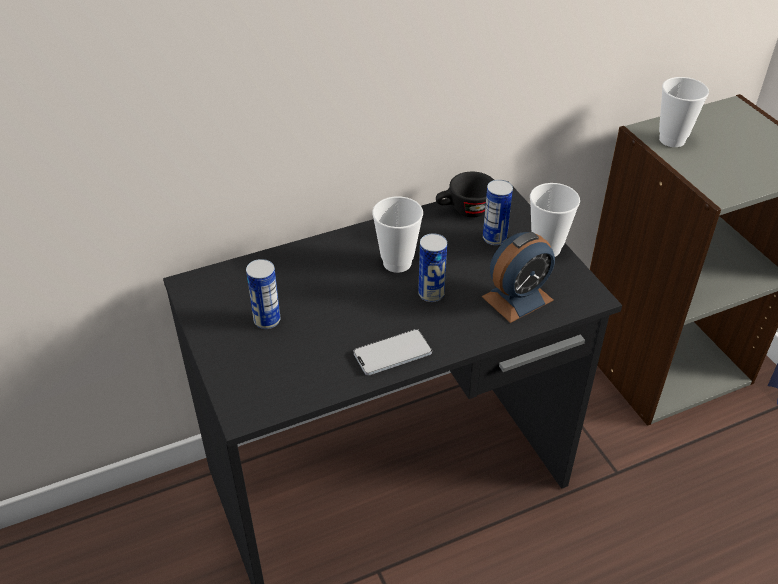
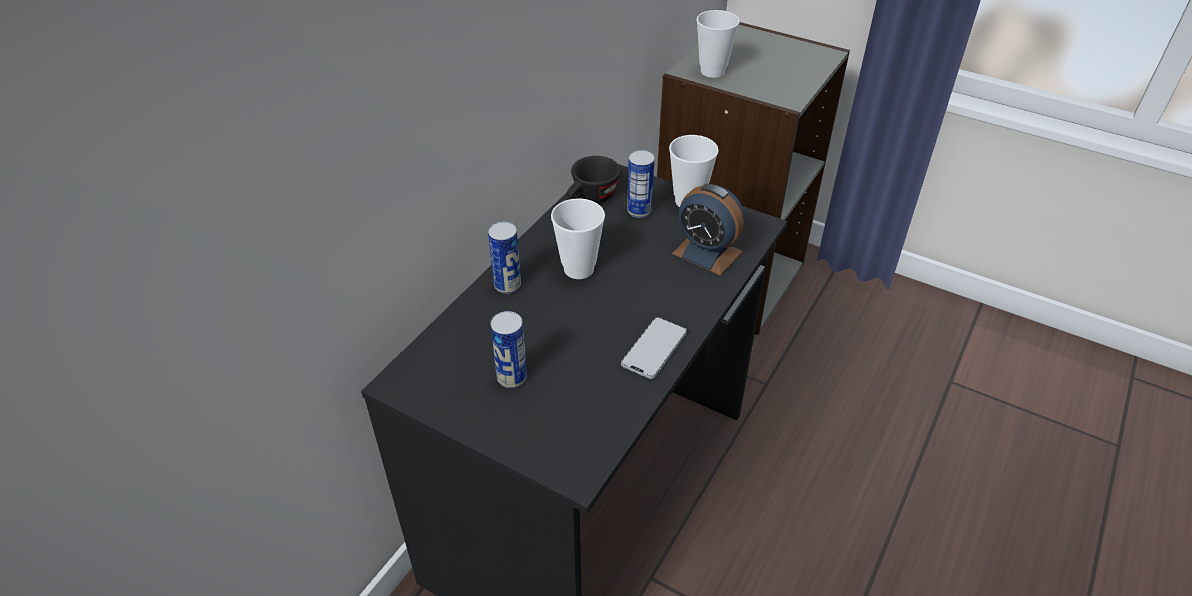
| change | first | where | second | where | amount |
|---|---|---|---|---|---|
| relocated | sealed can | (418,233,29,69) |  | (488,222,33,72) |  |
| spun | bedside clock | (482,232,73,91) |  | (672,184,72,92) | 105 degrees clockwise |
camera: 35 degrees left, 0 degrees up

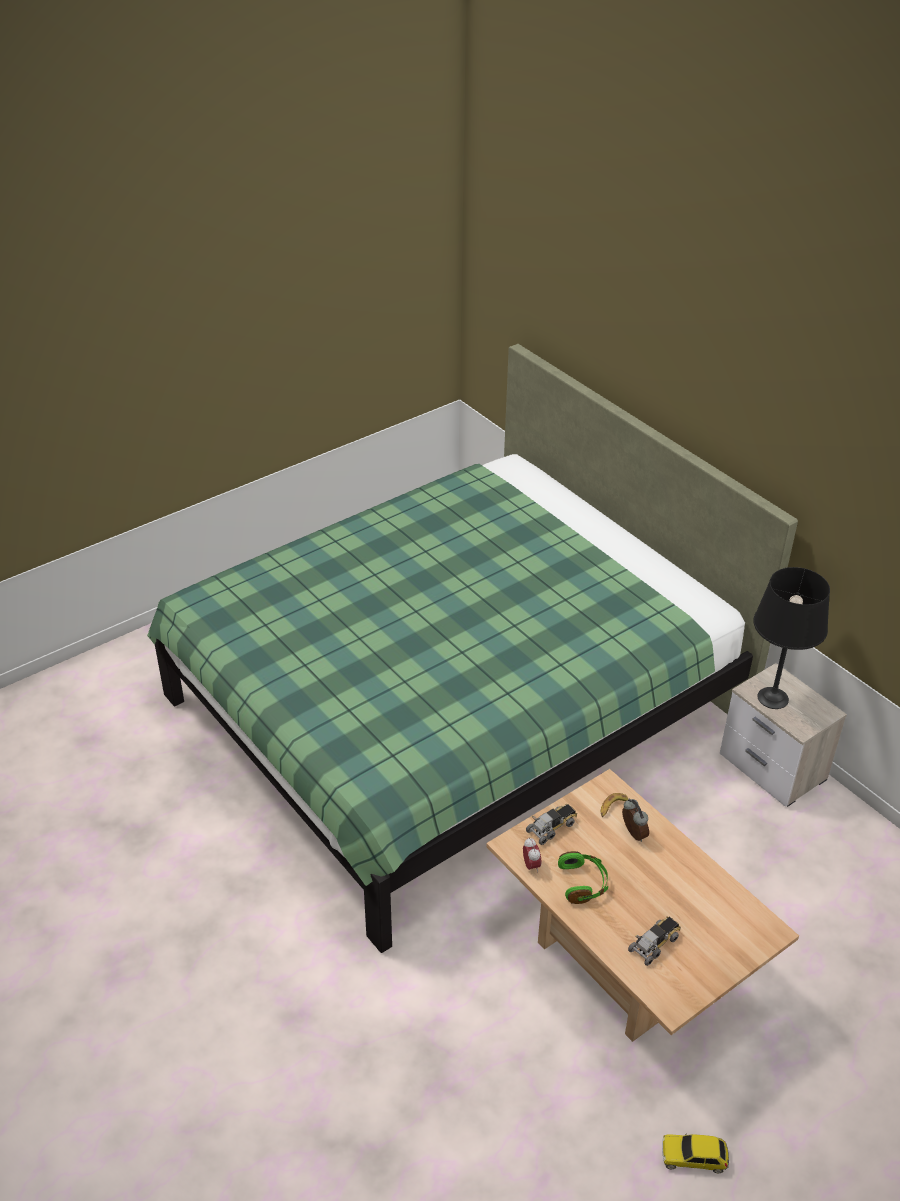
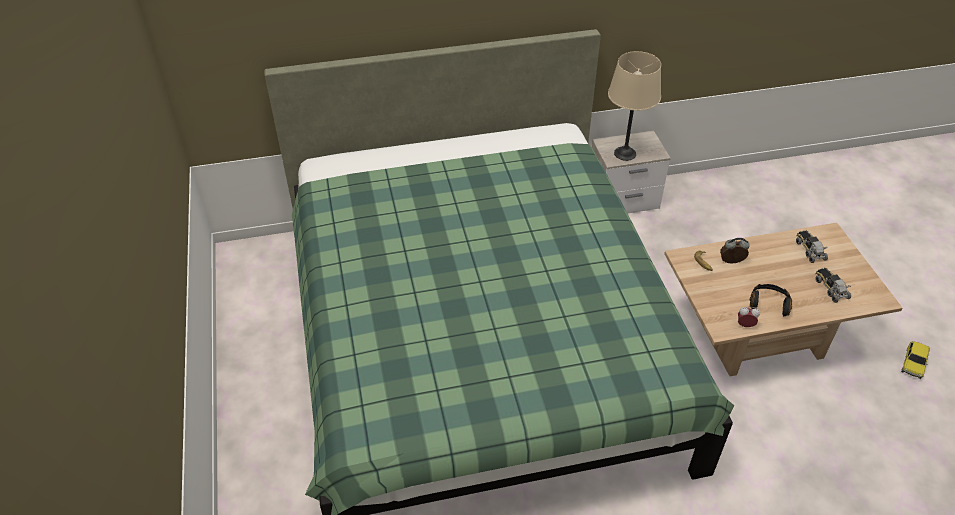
| change | first | where | second | where | amount |
|---|---|---|---|---|---|
| relocated | toy truck | (526,804,51,41) |  | (796,230,32,33) |  |
| colour | greenish pair of headphones | (558,851,50,53) | black pair of headphones | (750,284,42,32) |  |
| colour | black table lamp | (753,567,77,142) | beige-coloured table lamp | (608,51,53,110) |  |
camera: 65 degrees left, 5 degrees up

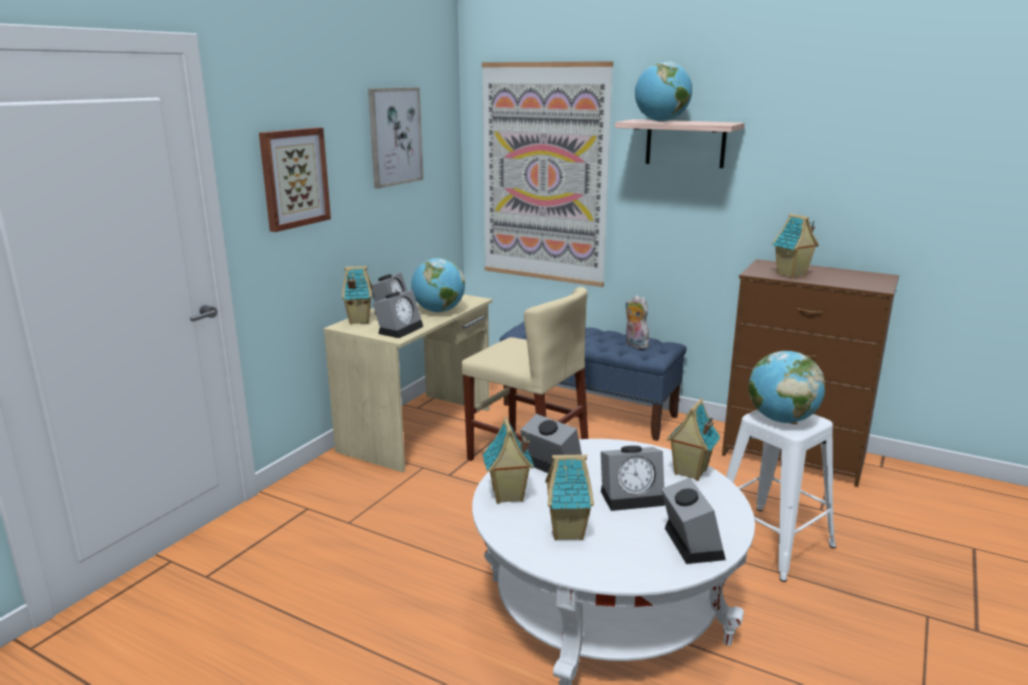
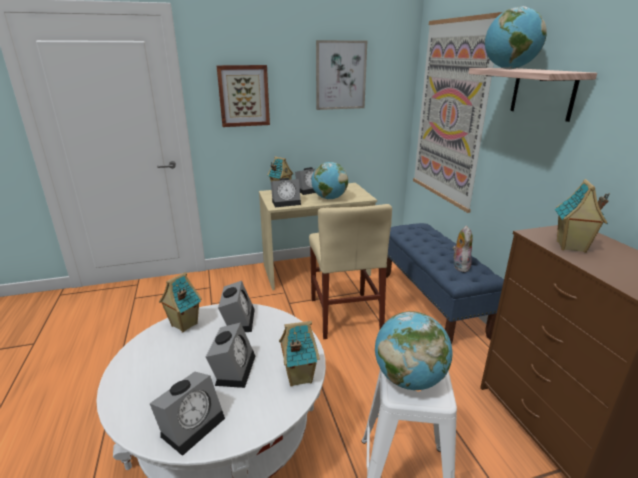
| change | first | where | second | where | amount |
|---|---|---|---|---|---|
| missing | miniature house | (545,452,49,89) |  |  |  |
| spun | bedside clock | (601,446,64,65) |  | (206,323,49,65) | 120 degrees counterclockwise |
camera: 45 degrees right, 5 degrees up

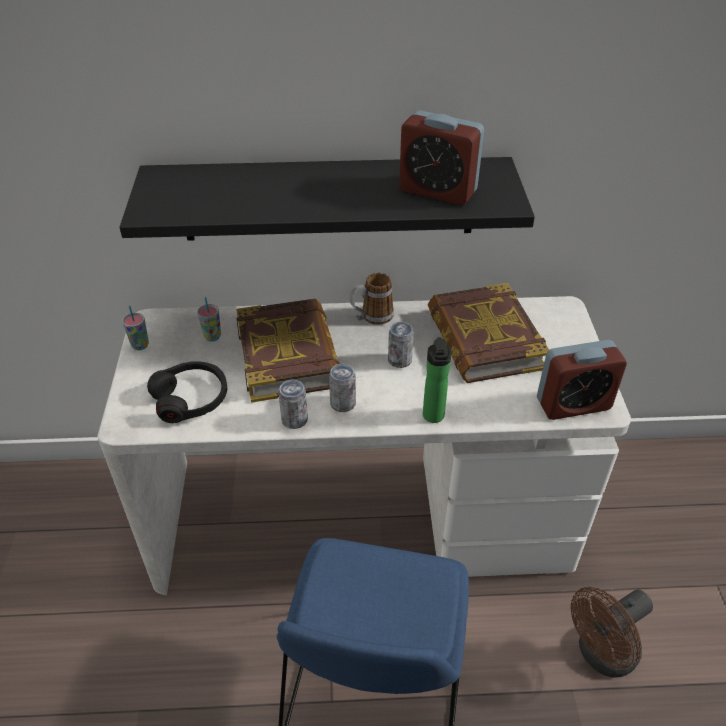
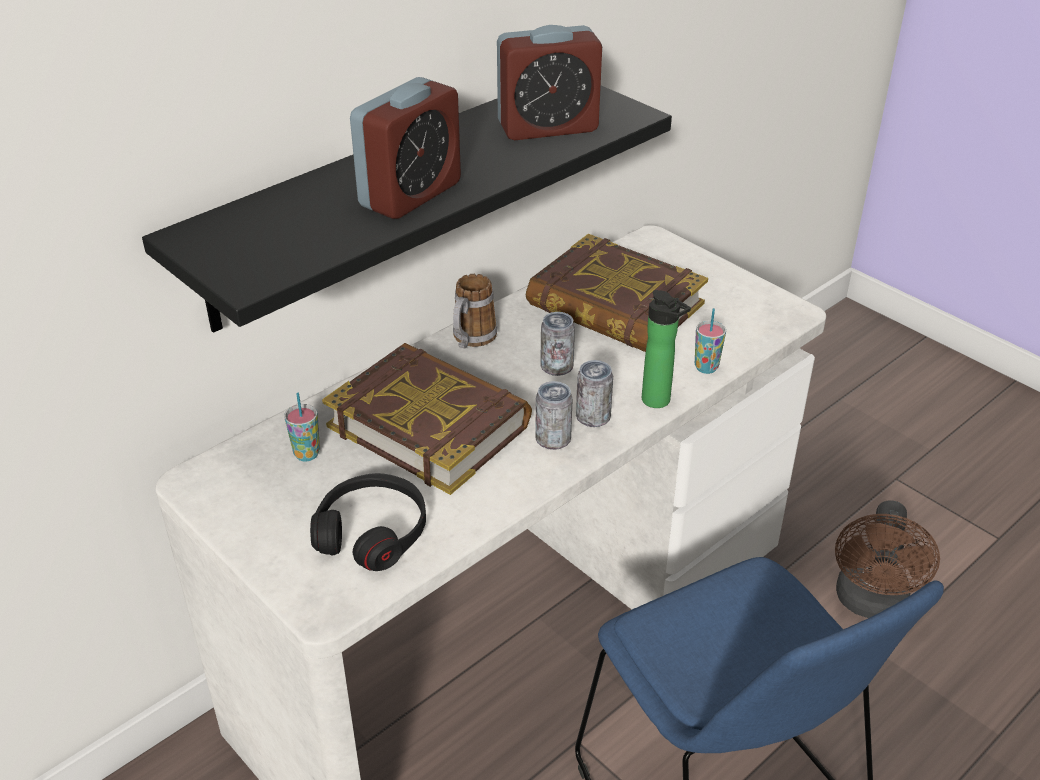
| change | first | where | second | where | amount |
|---|---|---|---|---|---|
| relocated | drinking cup | (122,305,27,45) |  | (695,308,31,66) |  |
| relocated | sealed can | (278,380,30,49) |  | (576,360,37,67) |  |
| relocated | bedside clock | (537,340,90,80) |  | (350,77,111,142) |  |
camera: 40 degrees left, 5 degrees down

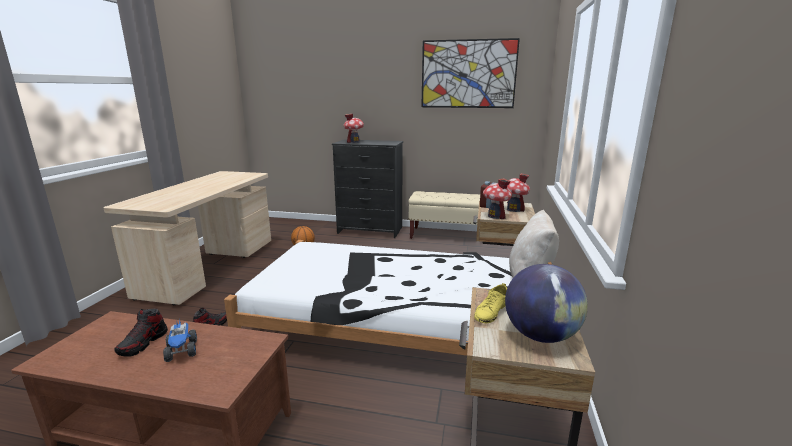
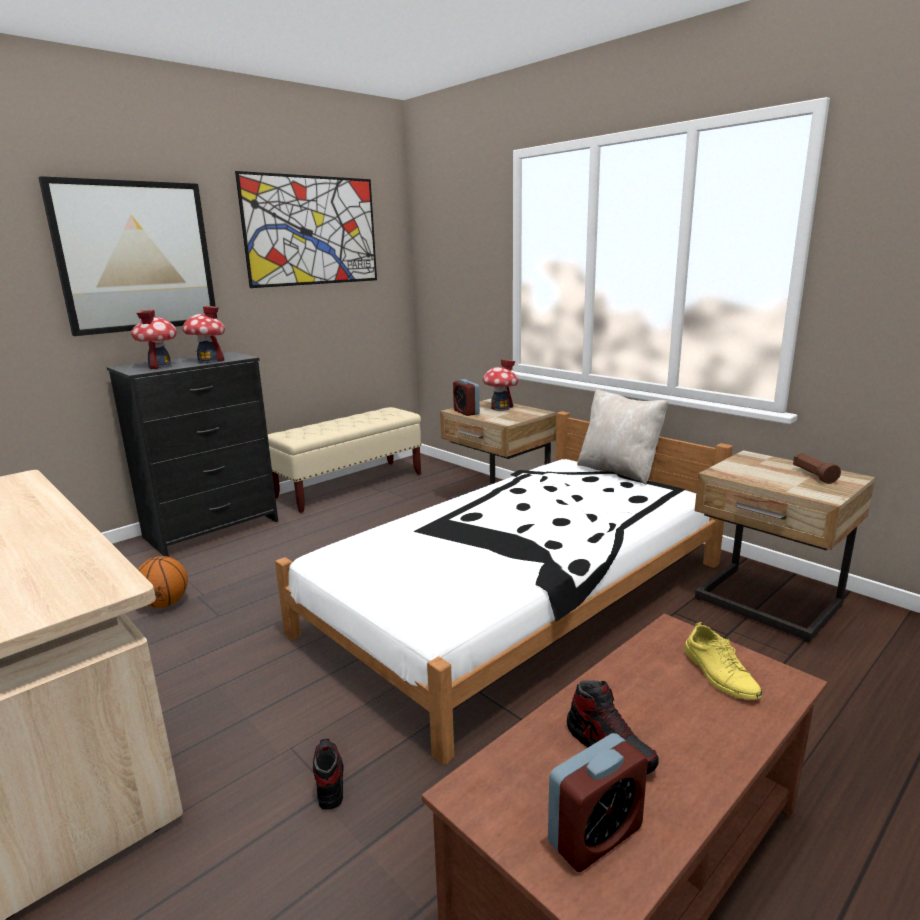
| change | first | where | second | where | amount |
|---|---|---|---|---|---|
| missing | toy truck | (163,319,34,43) |  |  |  |
| relocated | yellowish shoe | (474,283,33,40) |  | (684,622,78,78) |  |
| relocated | miniature house | (483,178,29,41) |  | (182,306,43,57) |  |
| exchanged | globe | (505,264,83,79) | brown-coloured flashlight | (793,453,48,31) |  |
| appeared |  |  | wall art | (38,176,179,160) |  |
| appeared |  |  | bedside clock | (548,733,100,139) |  |
camera: 55 degrees left, 0 degrees up

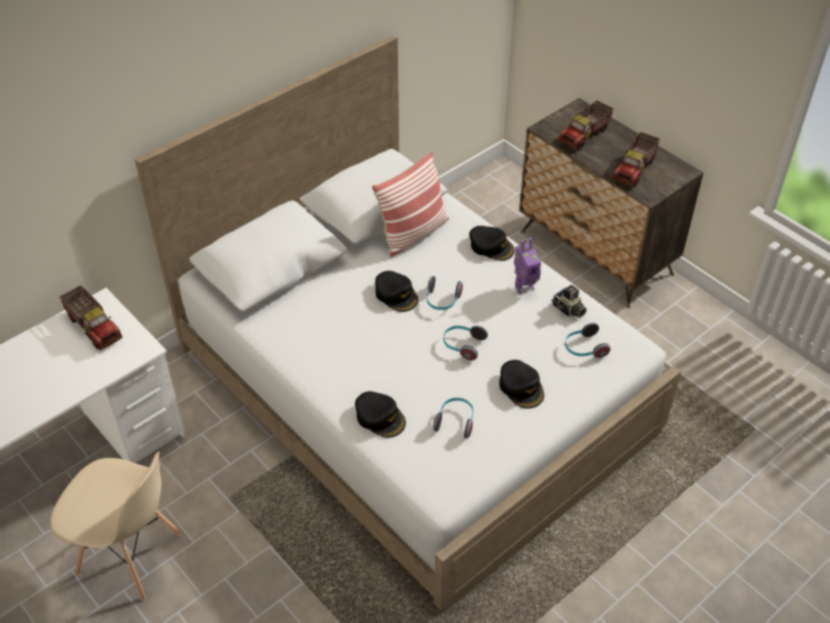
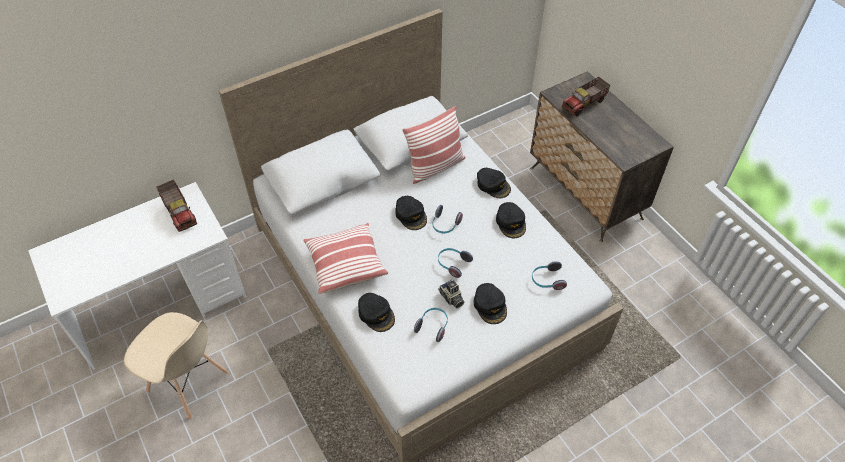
| change | first | where | second | where | amount |
|---|---|---|---|---|---|
| exchanged | model robot | (514,237,27,57) | black peaked cap | (496,202,30,36) |  |
| relocated | photo camera | (552,285,35,33) |  | (438,280,26,28) |  |
| missing | toy truck | (612,132,48,55) |  |  |  |
| appeared |  |  | pillow | (303,223,85,71) |  |
camera: 10 degrees right, 5 degrees up

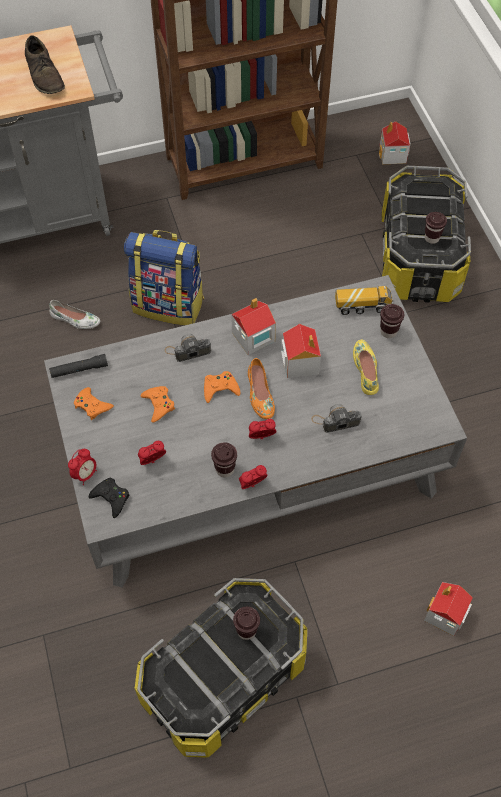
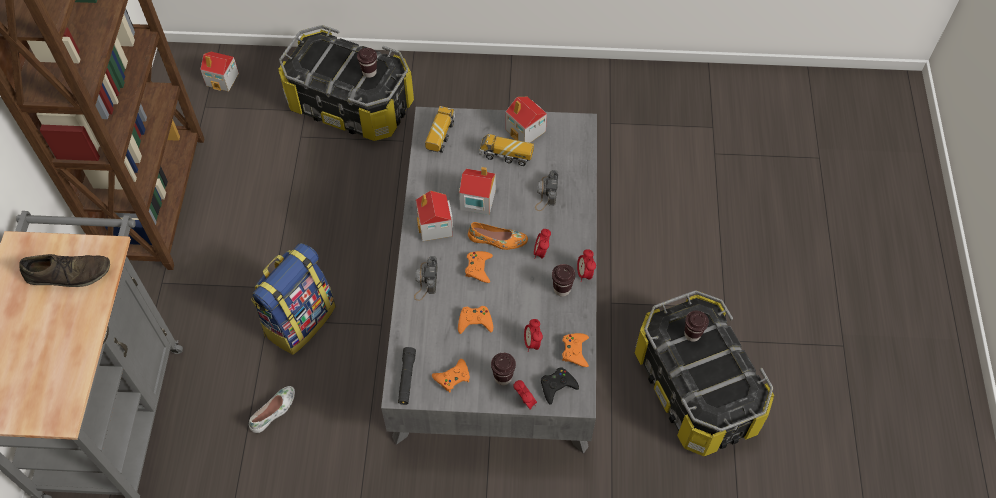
| change | first | where | second | where | amount |
|---|---|---|---|---|---|
| exchanged | yellowish shoe | (353,340,26,55) | toy truck | (479,134,55,32) |  |
| relocated | brown-coloured drinking cup | (380,304,24,34) |  | (491,353,25,32) |  |
| relocated | miniature house | (424,582,49,54) |  | (505,97,42,46) |  |
| appeared |  |  | orange-coloured gamepad | (562,333,27,34) |  |
camera: 70 degrees left, 0 degrees up

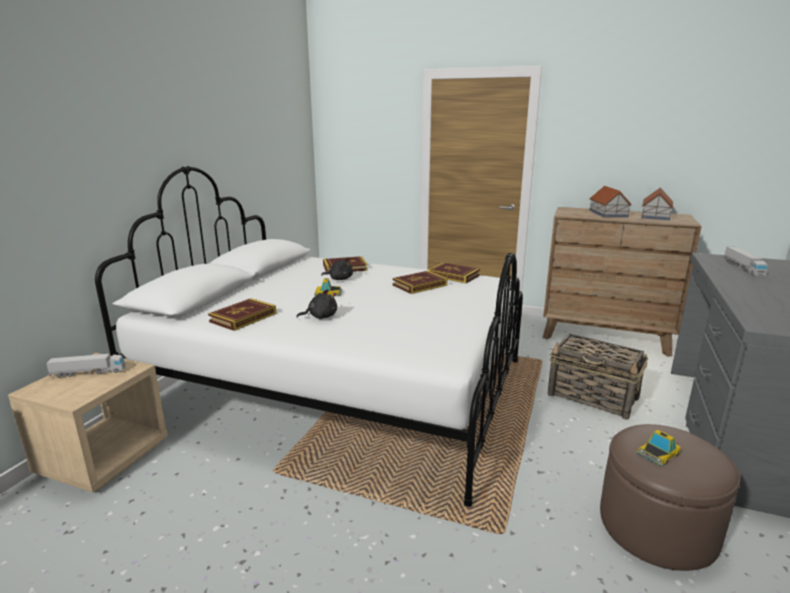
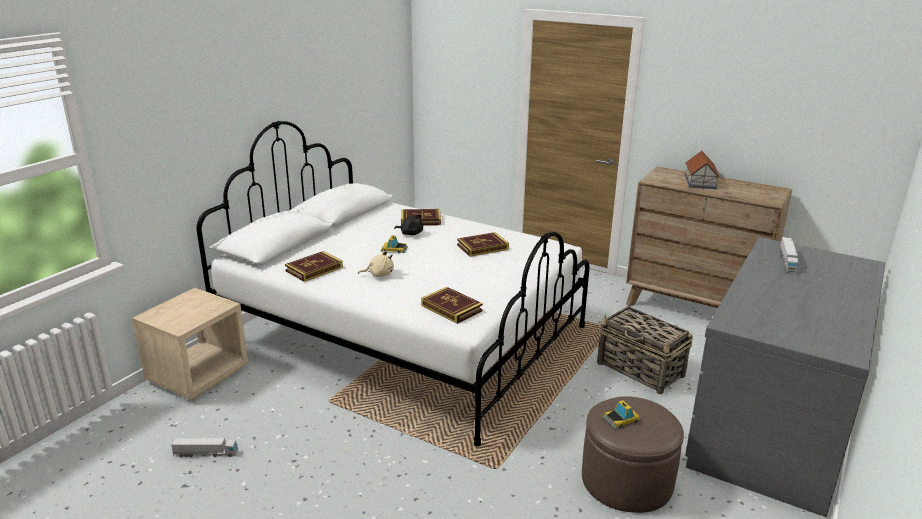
| change | first | where | second | where | amount |
|---|---|---|---|---|---|
| relocated | toy truck | (46,354,80,24) |  | (172,438,66,19) |  |
| colour | black plush toy | (296,289,41,30) | beige-coloured plush toy | (358,251,36,26) |  |
| relocated | bound book | (428,262,52,21) |  | (421,287,62,37) |  |
| missing | miniature house | (641,188,33,33) |  |  |  |
camera: 10 degrees right, 5 degrees up

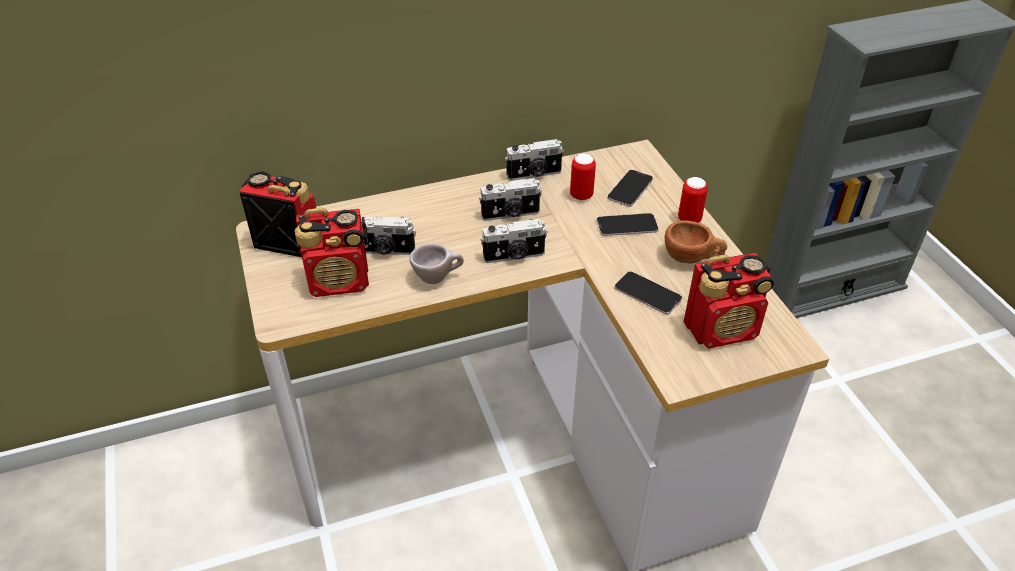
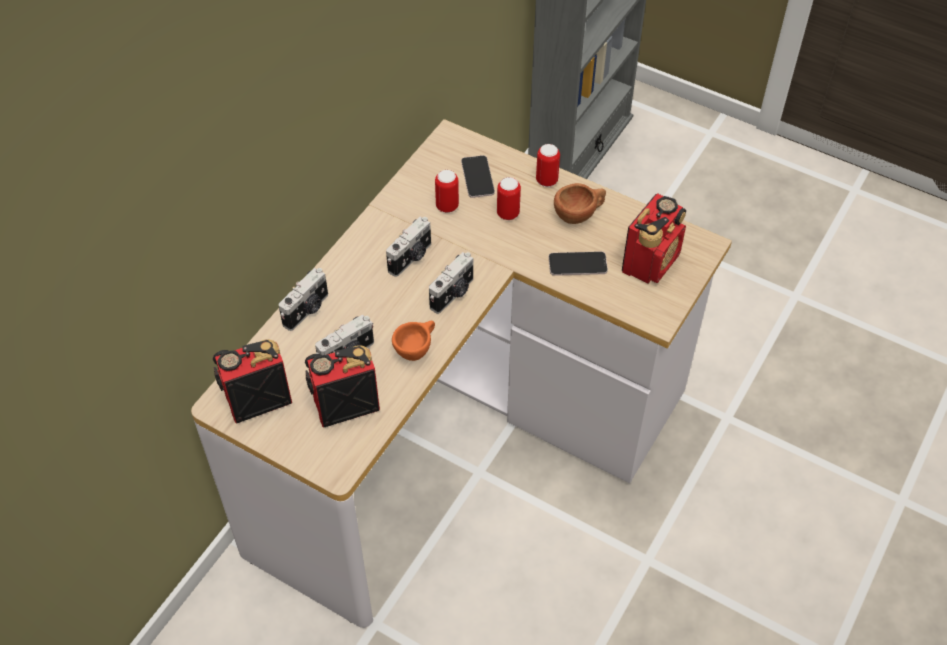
| change | first | where | second | where | amount |
|---|---|---|---|---|---|
| spun | radio receiver | (295,208,74,89) |  | (305,346,75,81) | 150 degrees counterclockwise |
| colour | beige-coloured drinking cup | (410,243,54,41) | orange-coloured drinking cup | (392,321,43,40) |  |
| relocated | photo camera | (505,139,59,42) |  | (278,268,50,63) |  |
| exchanged | handset | (596,213,63,23) | sealed can | (497,177,24,43) |  |
camera: 40 degrees left, 10 degrees up

